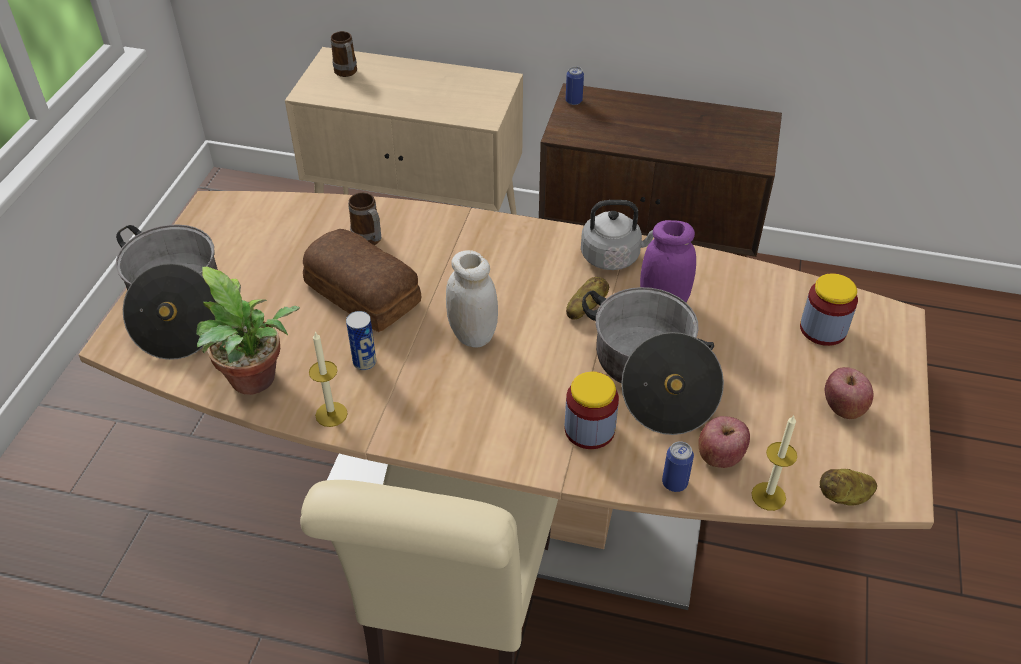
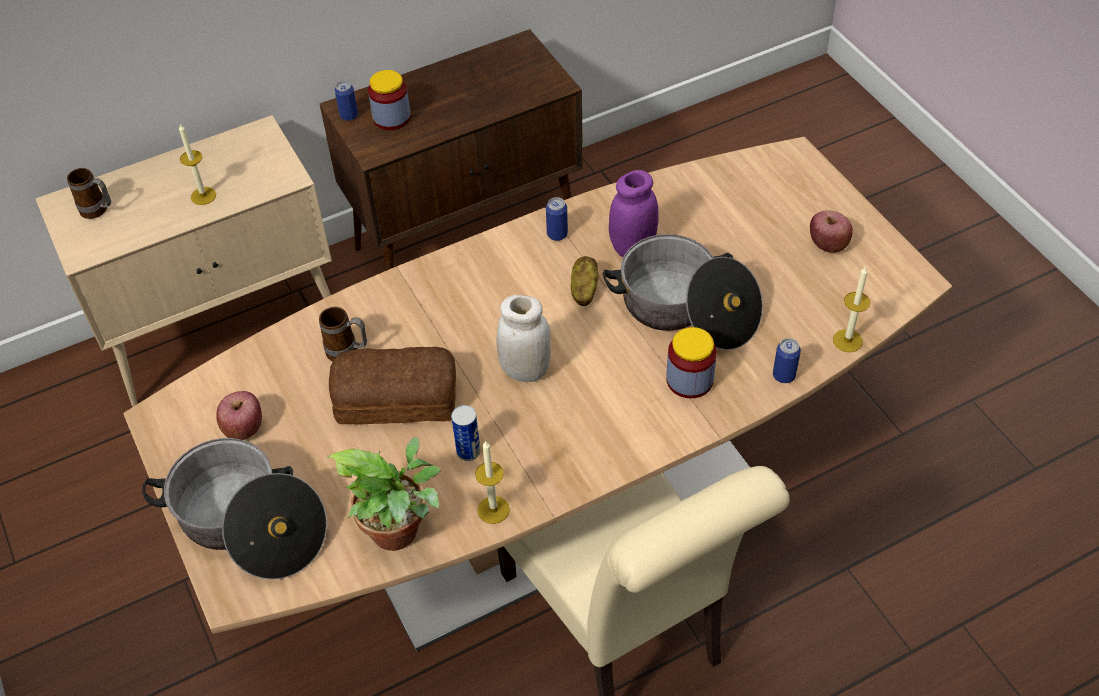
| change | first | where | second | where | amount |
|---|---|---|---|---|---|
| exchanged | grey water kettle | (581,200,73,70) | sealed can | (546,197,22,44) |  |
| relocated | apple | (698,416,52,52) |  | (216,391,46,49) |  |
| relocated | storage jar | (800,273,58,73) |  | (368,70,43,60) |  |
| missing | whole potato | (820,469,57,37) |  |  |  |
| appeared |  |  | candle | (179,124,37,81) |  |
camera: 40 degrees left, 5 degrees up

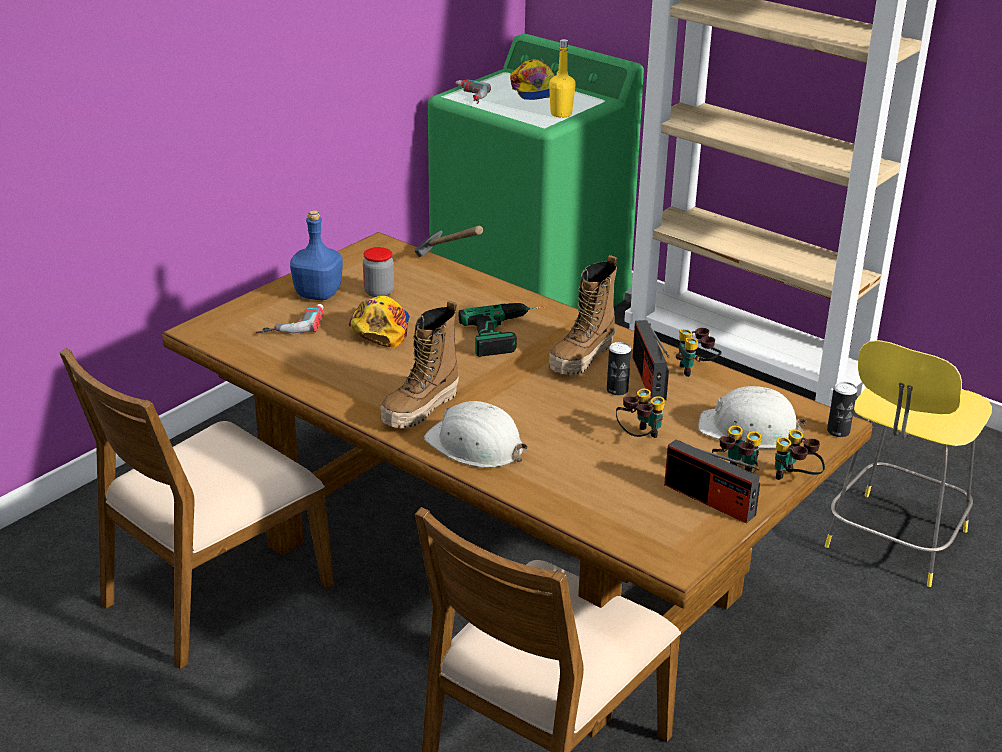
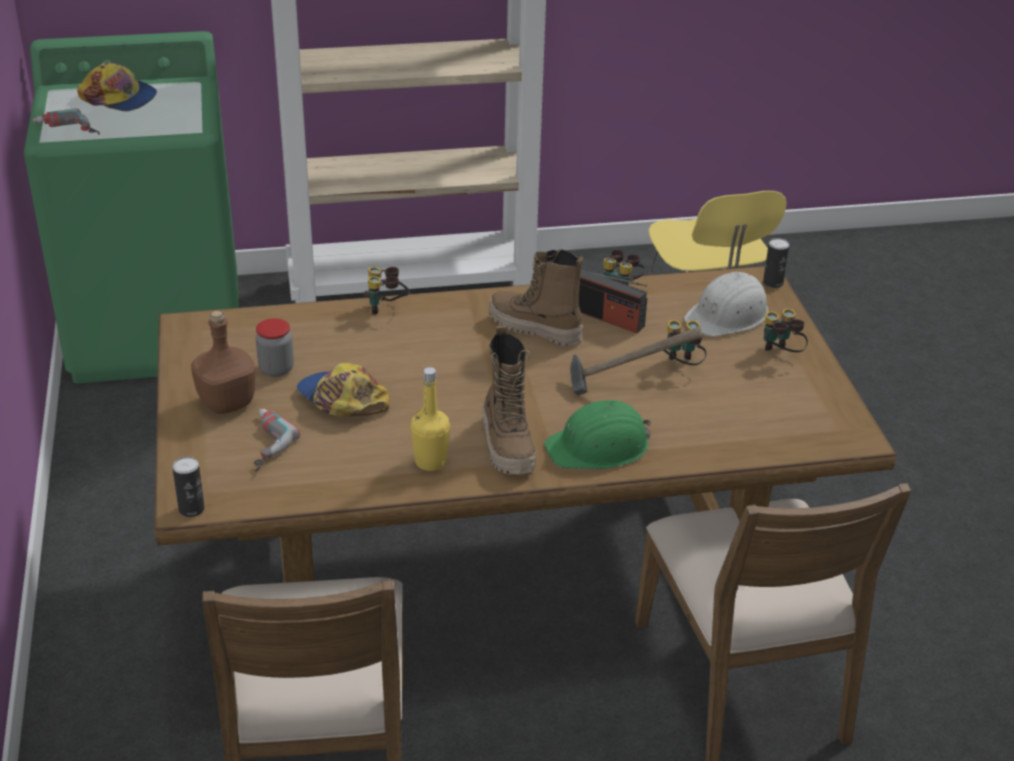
| change | first | where | second | where | amount |
|---|---|---|---|---|---|
| colour | blue-coloured beverage bottle | (290,210,53,90) | brown-coloured beverage bottle | (191,311,65,103) |  |
| relocated | hammer | (414,226,69,31) |  | (570,327,132,68) |  |
| colour | white-coloured work helmet | (424,401,104,67) | greenish work helmet | (544,400,107,69) |  |
| missing | electric drill | (458,303,86,54) |  |  |  |
| relocated | yellowish beverage bottle | (549,39,27,79) |  | (411,367,39,104) |  |
| spun | high-top boot | (549,255,68,120) |  | (489,249,94,98) | 135 degrees clockwise |
| relocated | sealed can | (607,342,24,53) |  | (172,457,33,60) |  |
| missing | radio receiver | (664,439,96,85) |  |  |  |
| relocated | binoculars | (775,429,50,51) |  | (364,267,45,48) |  |
camera: 50 degrees left, 5 degrees up

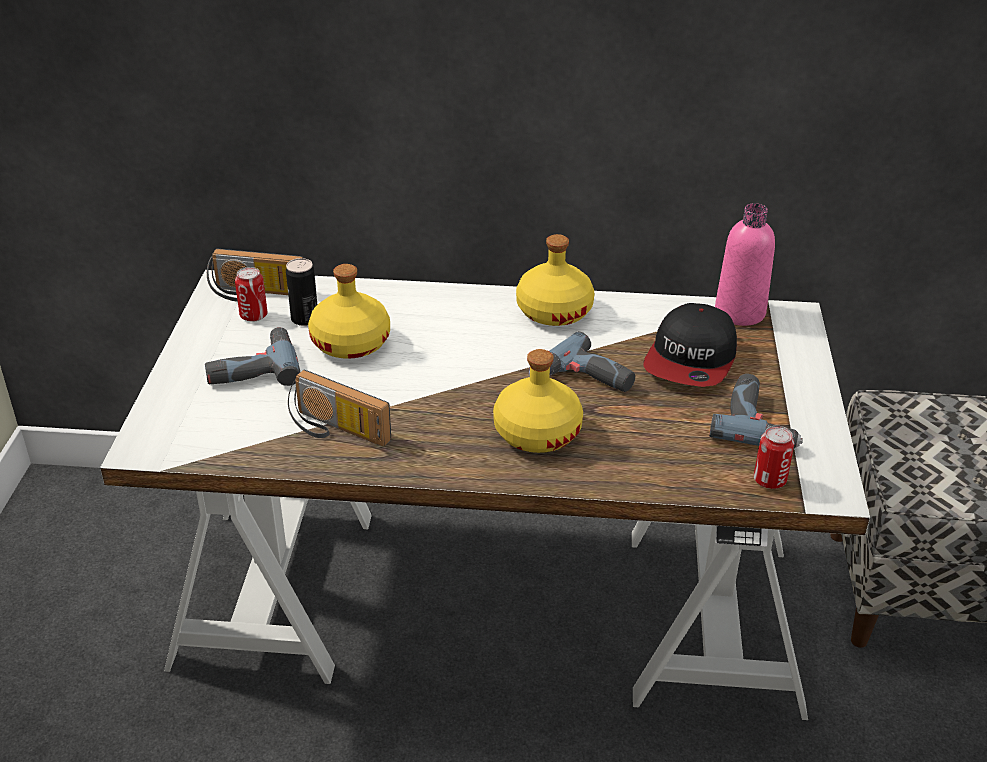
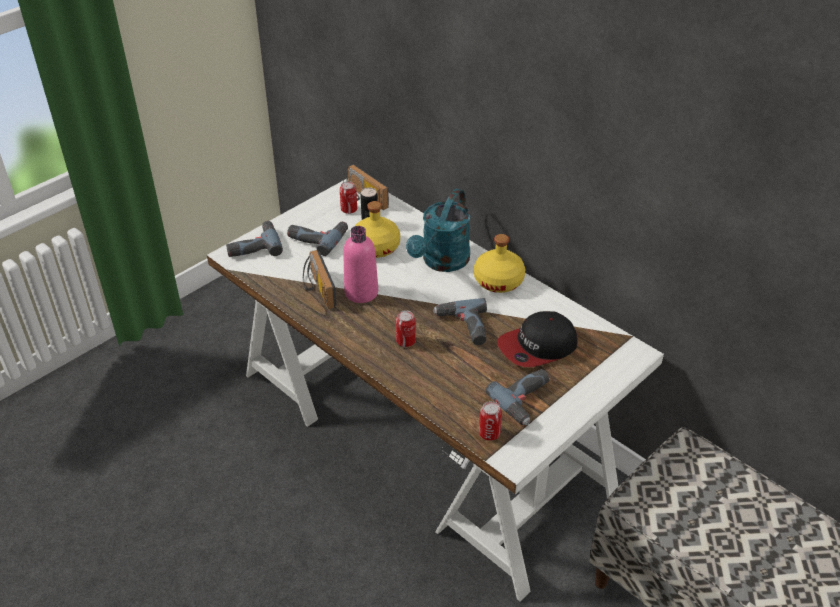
| change | first | where | second | where | amount |
|---|---|---|---|---|---|
| exchanged | yellowish beverage bottle | (493,349,90,104) | sealed can | (396,310,20,37) |  |
| relocated | pink beverage bottle | (715,203,60,123) |  | (343,226,35,77) |  |
| appeared |  |  | electric drill | (226,221,57,36) |  |
| appeared |  |  | blue-green watering can | (406,189,65,83) |  |
camera: 40 degrees right, 5 degrees up

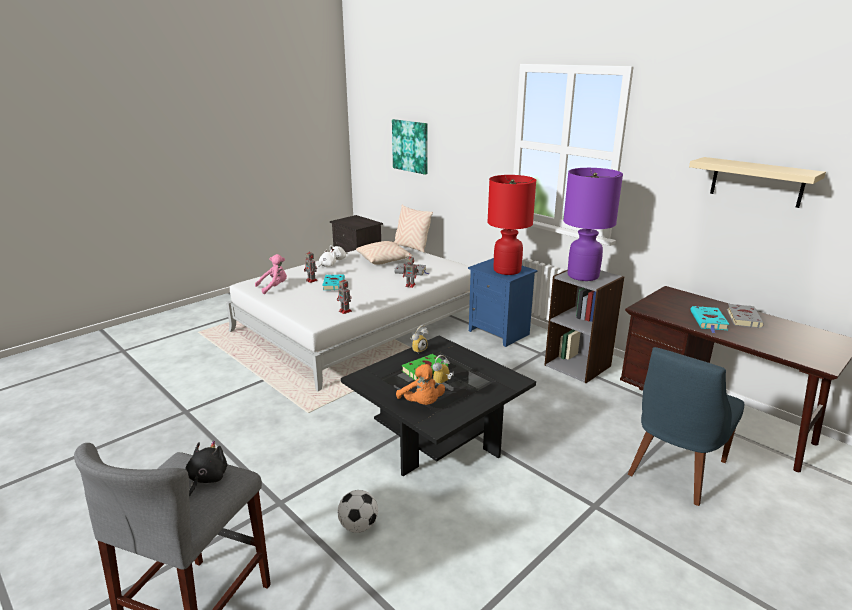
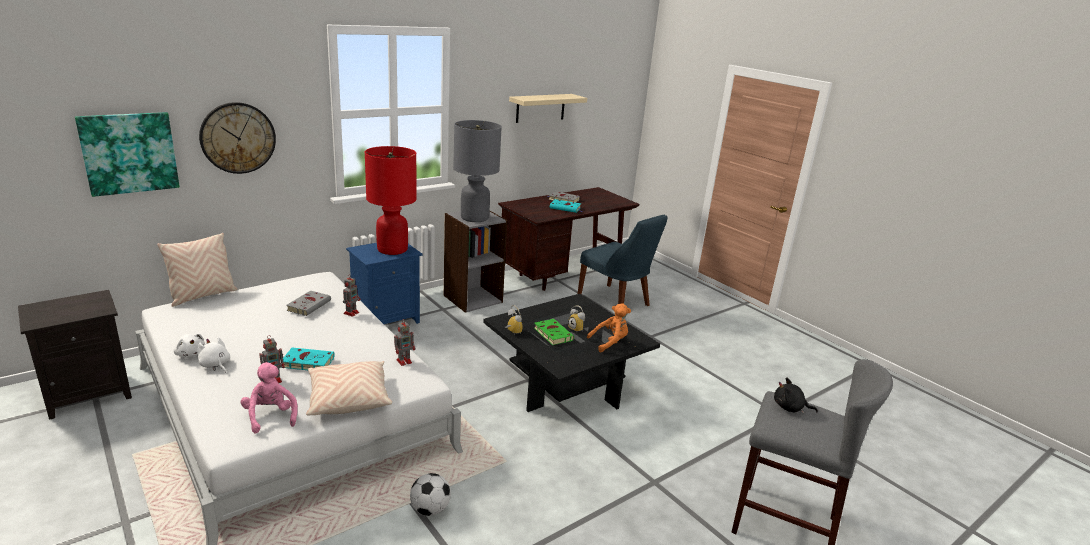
| change | first | where | second | where | amount |
|---|---|---|---|---|---|
| relocated | football | (337,490,41,43) |  | (410,473,41,43) |  |
| relocated | beige-coloured pillow | (356,241,57,23) |  | (306,361,86,54) |  |
| colour | purple-coloured table lamp | (563,168,60,113) | grey table lamp | (453,120,49,102) |  |
| appeared |  |  | hanging clock | (199,102,77,72) |  |
camera: 85 degrees left, 0 degrees up

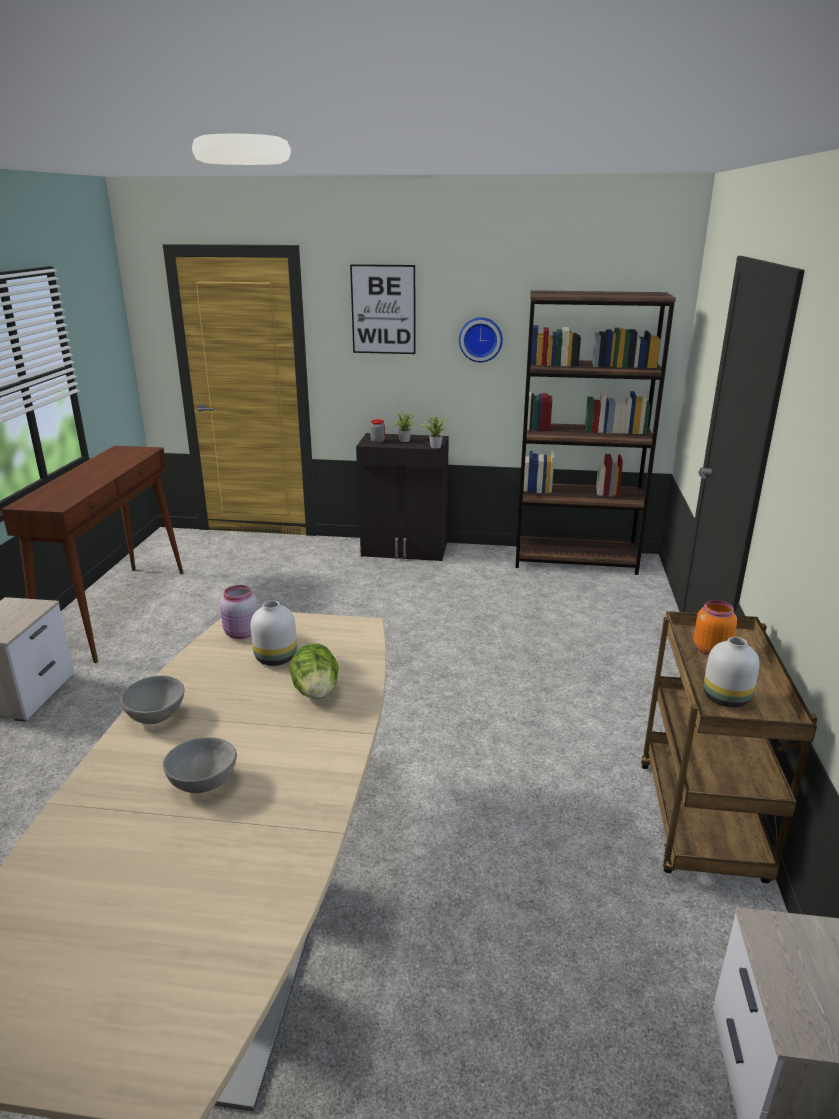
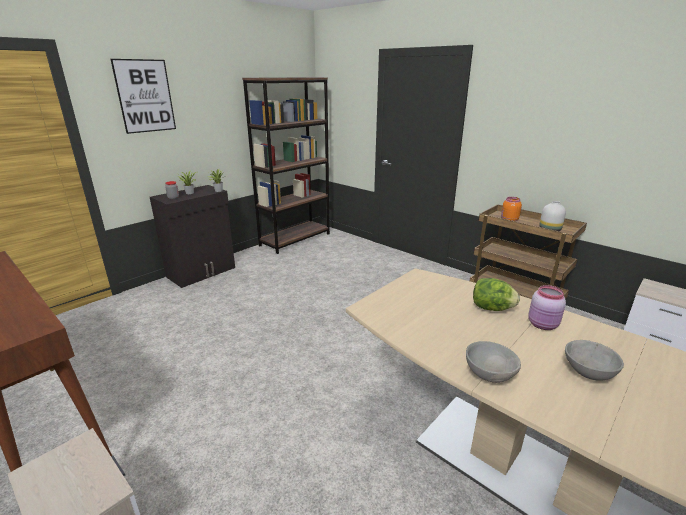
| change | first | where | second | where | amount |
|---|---|---|---|---|---|
| relocated | pink storage jar | (220,585,38,54) |  | (528,285,38,45) |  |
| missing | white-coloured decorative vase | (251,600,46,66) |  |  |  |
| missing | hanging clock | (459,317,44,45) |  |  |  |
camera: 55 degrees left, 0 degrees up

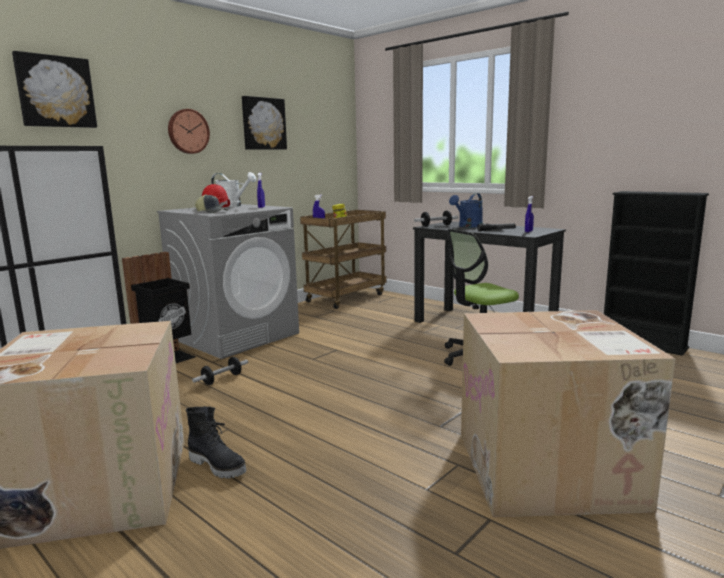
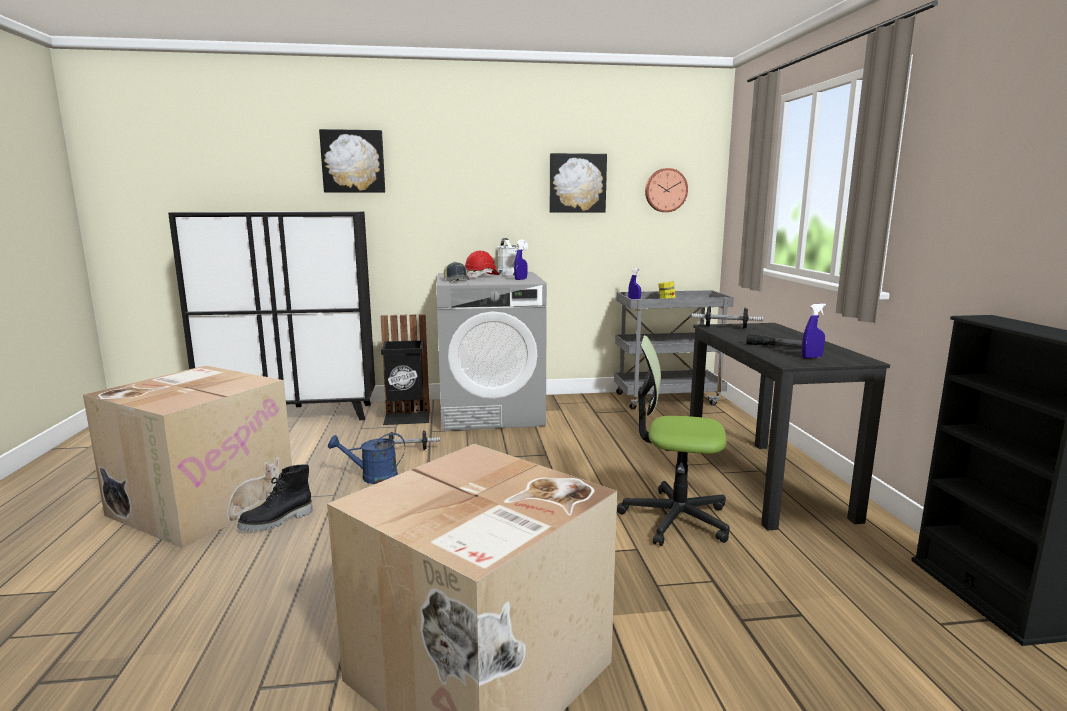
| change | first | where | second | where | amount |
|---|---|---|---|---|---|
| relocated | hanging clock | (168,109,42,45) |  | (645,168,43,44) |  |
| spun | black high-top boot | (186,406,61,73) |  | (237,464,76,67) | 60 degrees clockwise |
| colour | brown-coloured wheeled cart | (300,210,87,99) | grey wheeled cart | (614,290,120,120) |  |
| relocated | blue-coloured watering can | (449,193,34,35) |  | (328,433,77,51) |  |
camera: 40 degrees right, 0 degrees up

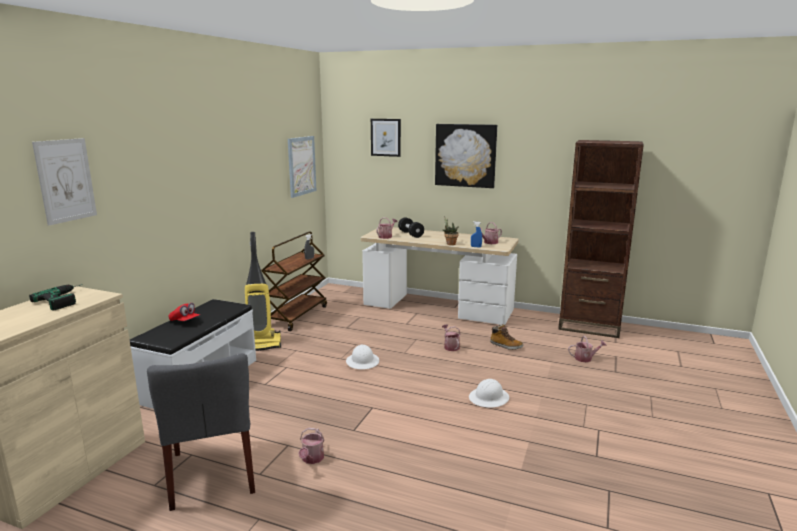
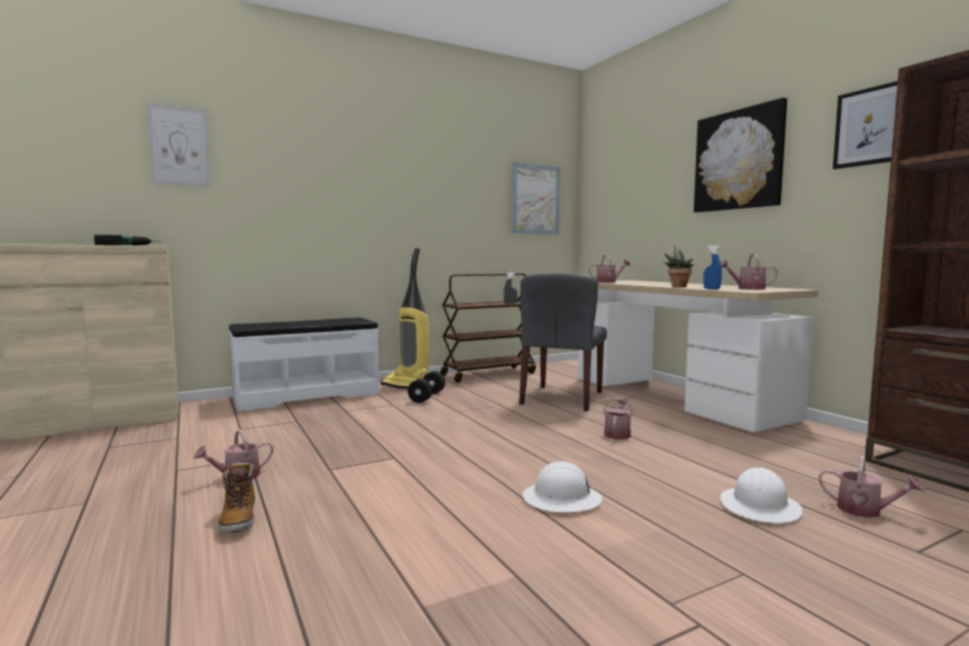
| change | first | where | second | where | amount |
|---|---|---|---|---|---|
| relocated | grey plain chair | (147,353,108,158) |  | (519,273,88,138) |  |
| missing | red-coloured peaked cap | (169,303,31,18) |  |  |  |
| relocated | white-coloured work helmet | (346,345,33,24) |  | (720,467,82,56) |  |
| relocated | wall art | (371,119,30,38) |  | (833,81,65,88) |  |
| relocated | black free weight | (398,217,26,21) |  | (408,371,37,32) |  |
| relocated | high-top boot | (490,324,33,26) |  | (217,462,38,70) |  |
camera: 40 degrees right, 10 degrees down

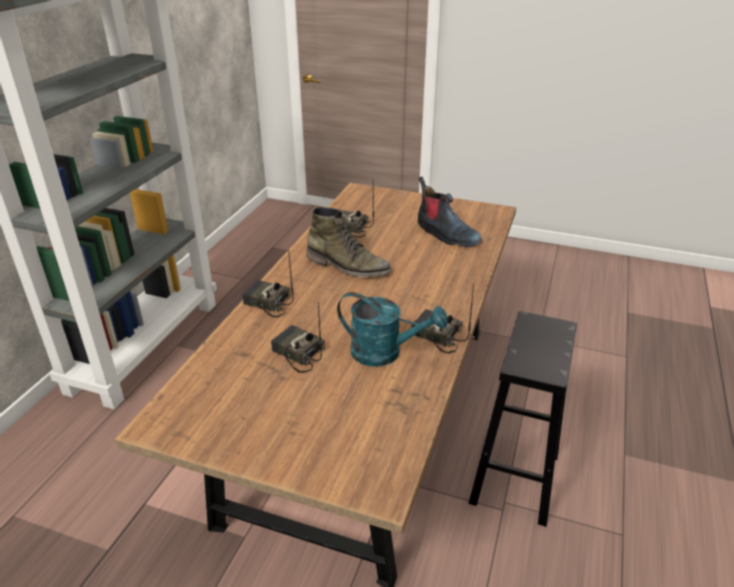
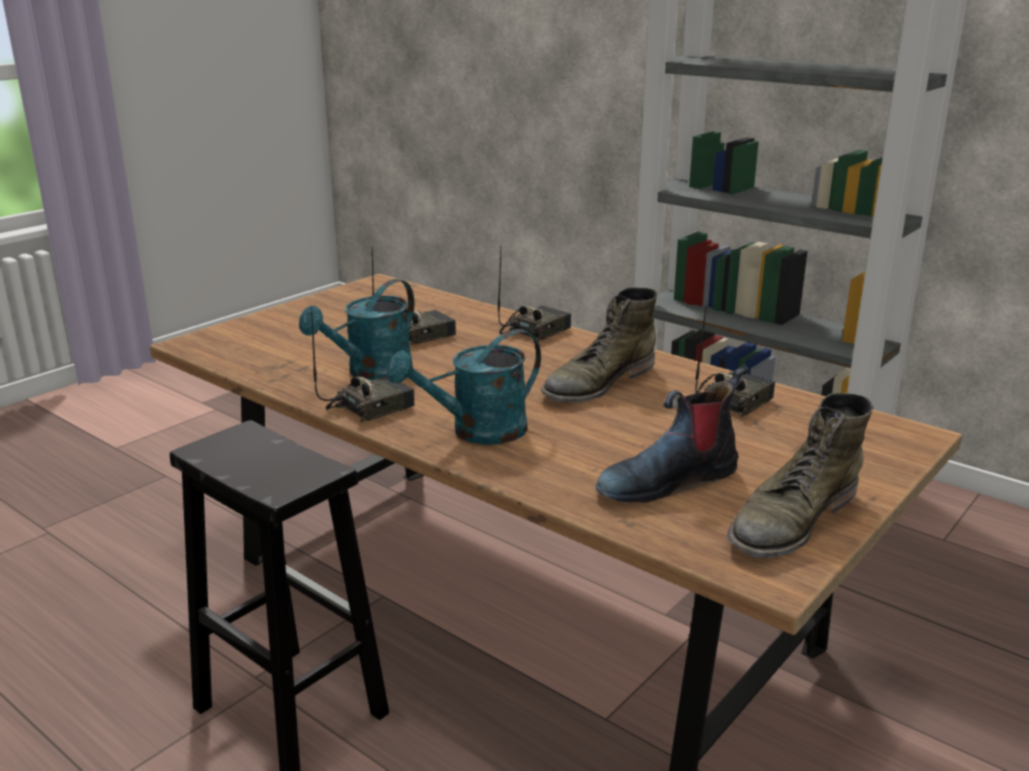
| change | first | where | second | where | amount |
|---|---|---|---|---|---|
| appeared |  |  | blue-green watering can | (387,329,154,116) |  |
| appeared |  |  | greenish high-top boot | (727,393,146,165) |  |
camera: 110 degrees right, 10 degrees down

